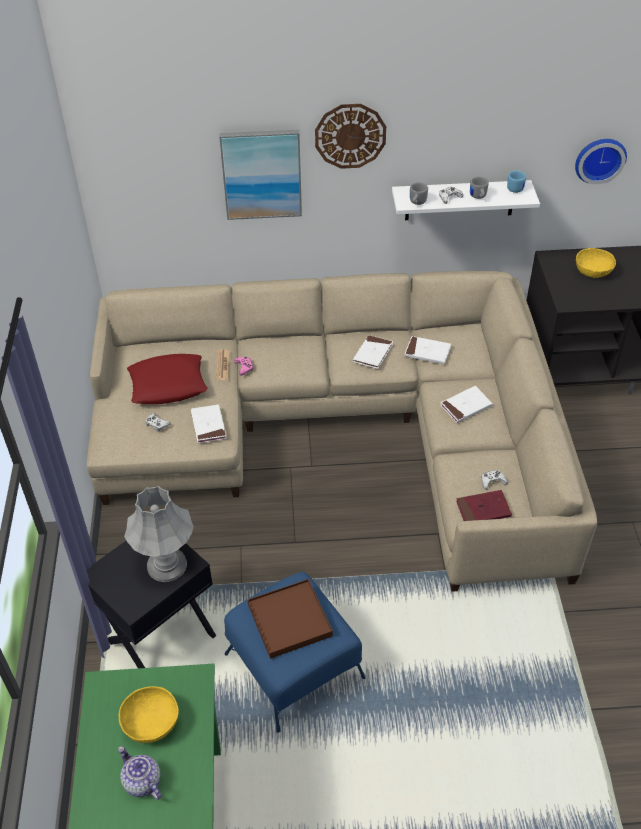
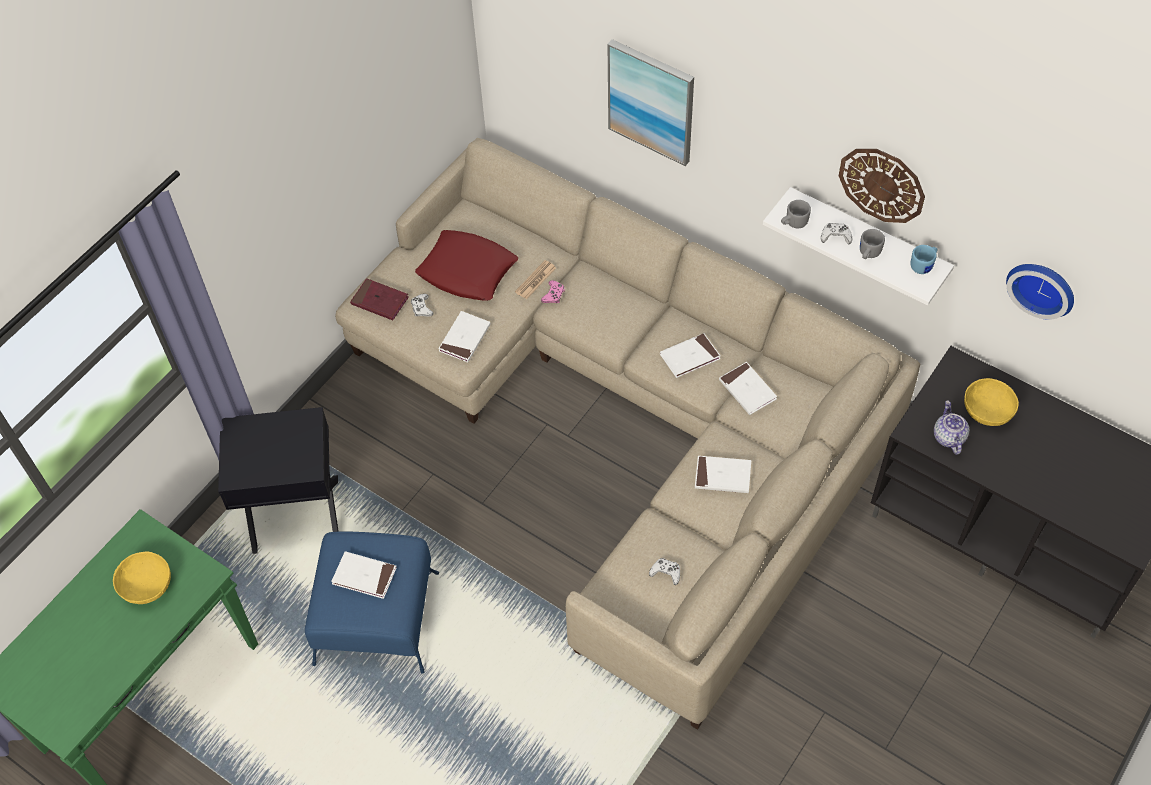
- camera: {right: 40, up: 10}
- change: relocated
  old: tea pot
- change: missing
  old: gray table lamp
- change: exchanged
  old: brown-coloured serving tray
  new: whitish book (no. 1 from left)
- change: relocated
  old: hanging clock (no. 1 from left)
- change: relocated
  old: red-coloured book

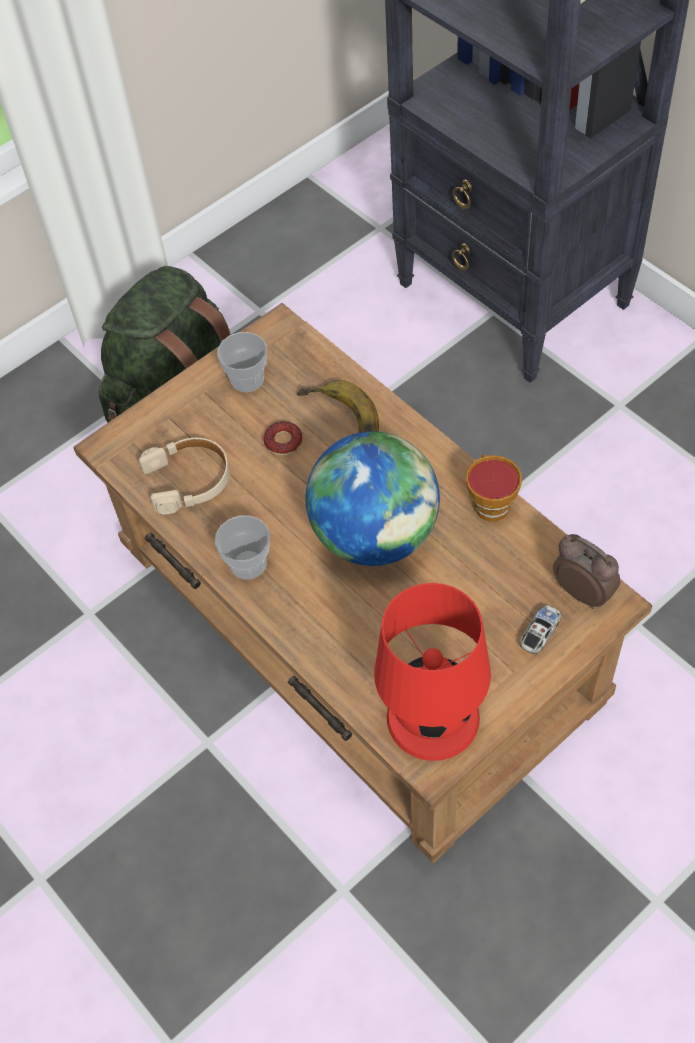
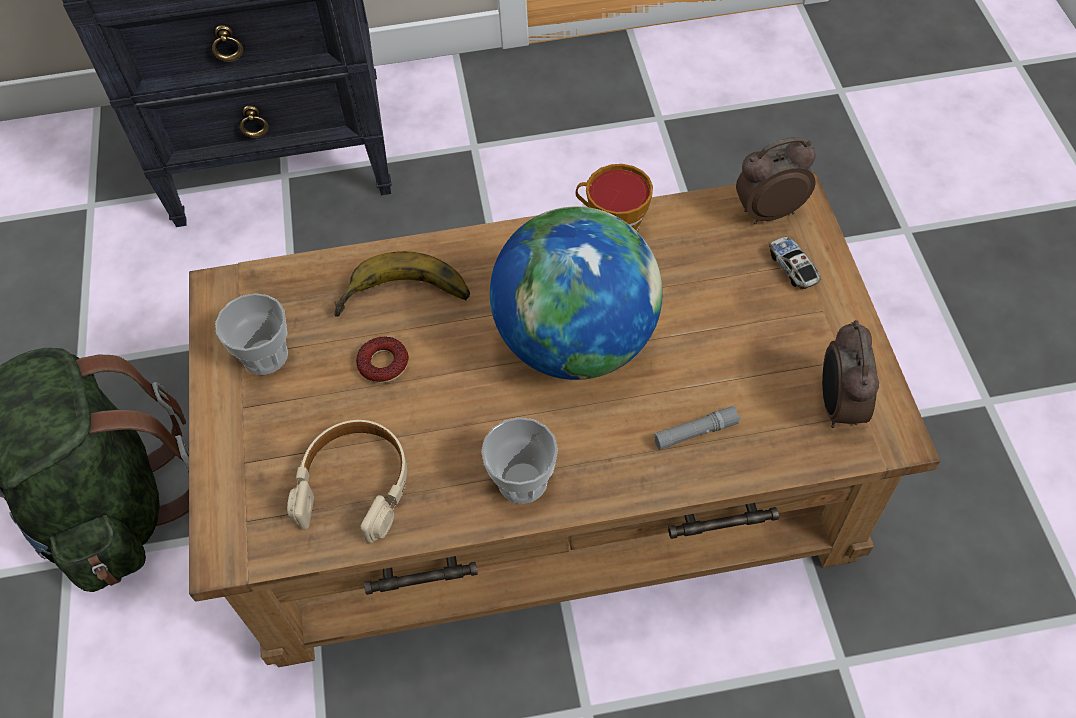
- camera: {right: -60, up: 0}
- change: exchanged
  old: red-coloured table lamp
  new: table clock (no. 2 from left)
- change: appeared
  new: gray hand torch

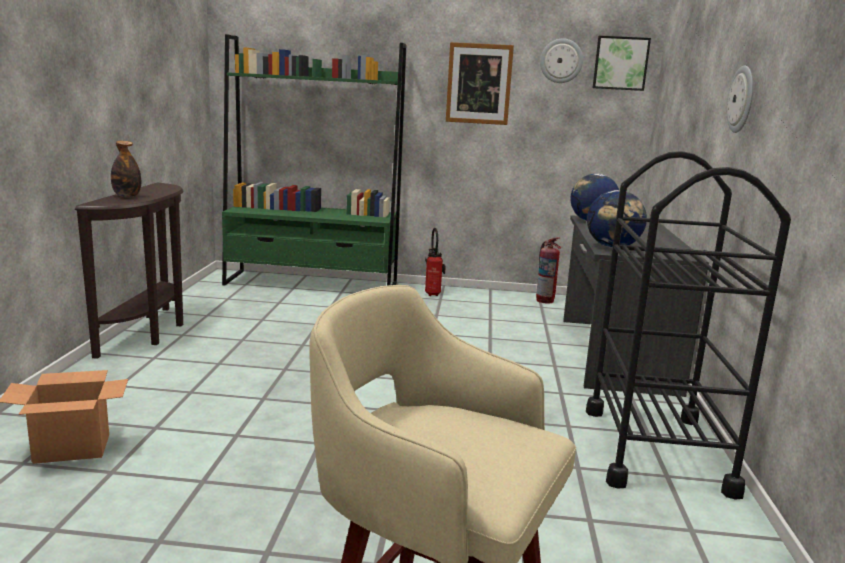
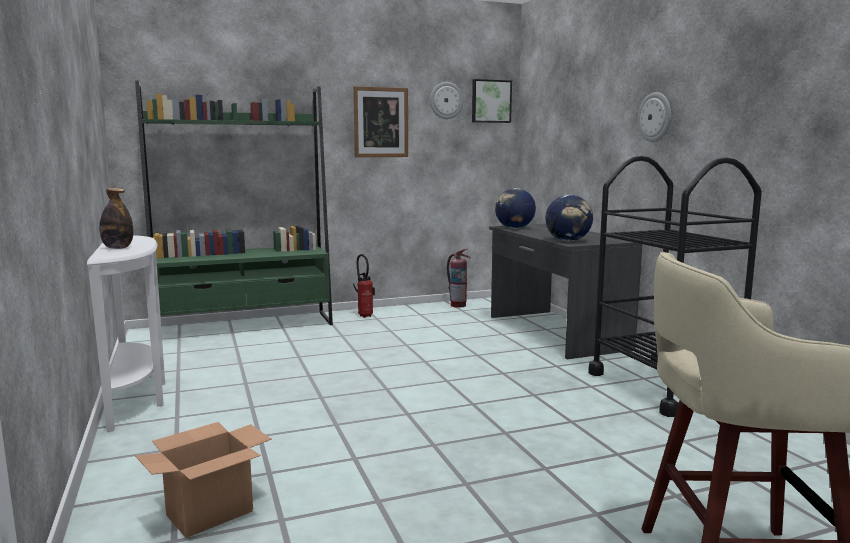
- camera: {right: -25, up: -5}
- change: colour
  old: brown-coloured narrow table
  new: whitish narrow table

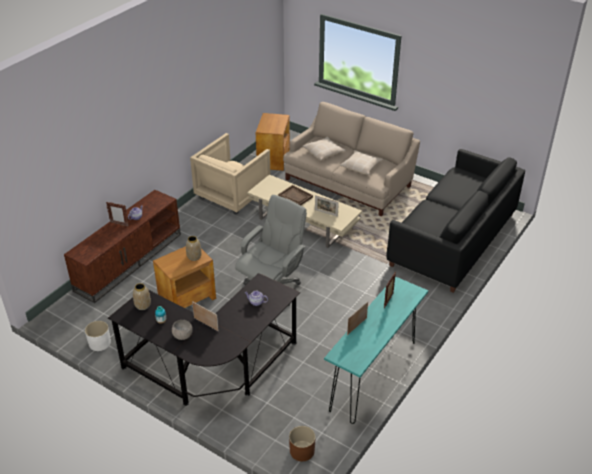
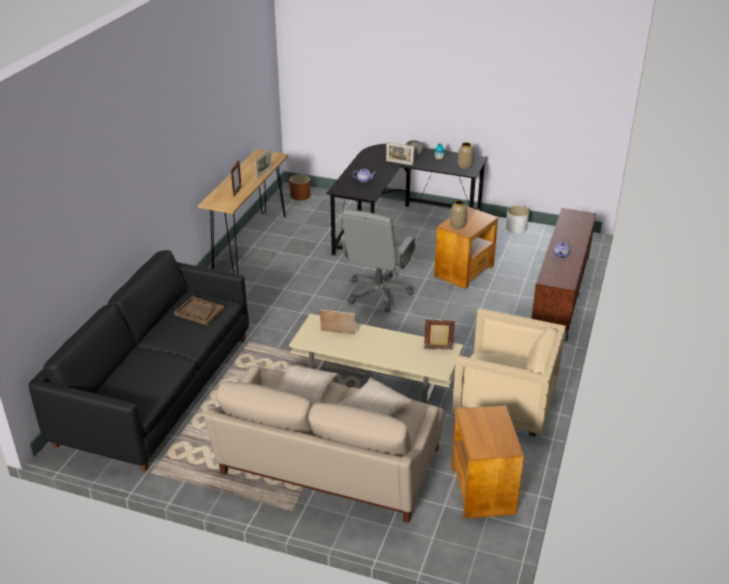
- camera: {right: 165, up: -5}
- change: relocated
  old: picture frame (no. 1 from left in the first image)
  new: picture frame (no. 5 from left)
- change: spun
  old: sand-coloured armchair
  degrees: 90
- change: relocated
  old: brown-coloured serving tray
- change: colour
  old: turquoise narrow table
  new: brown-coloured narrow table

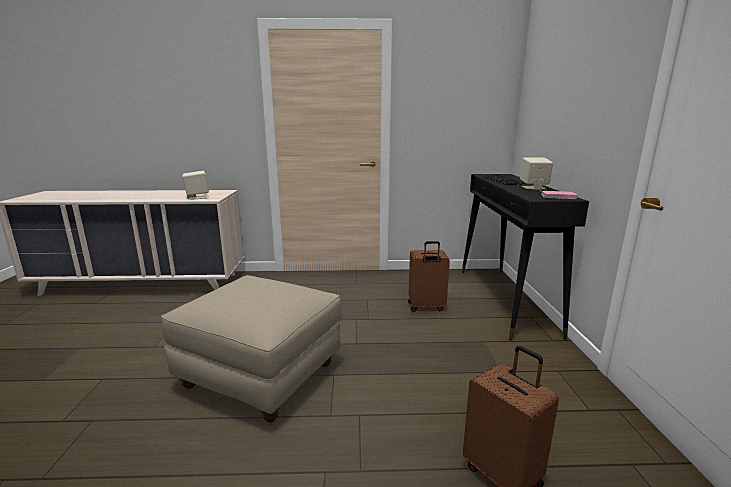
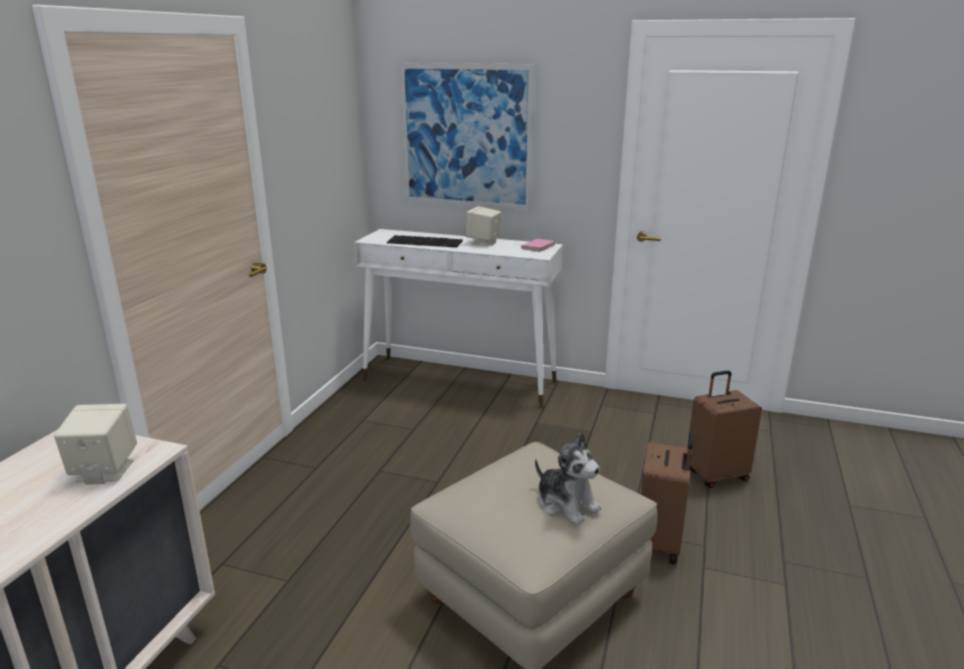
- camera: {right: -70, up: 5}
- change: relocated
  old: brown-coloured piece of luggage (no. 1 from left)
- change: colour
  old: black narrow table
  new: whitish narrow table
- change: appeared
  new: wall art
- change: appeared
  new: plush toy

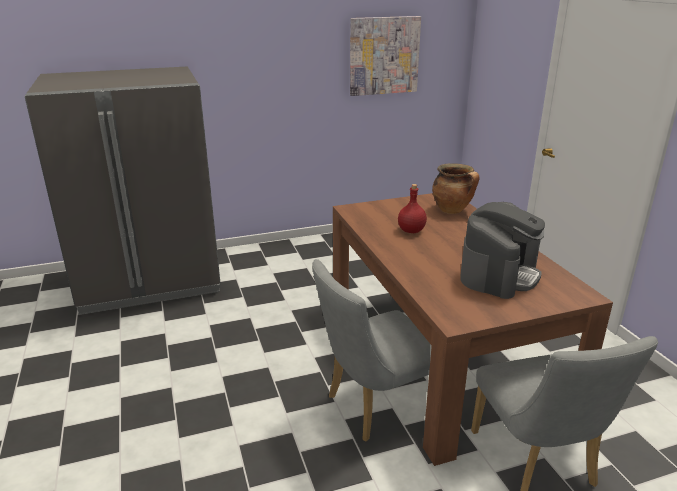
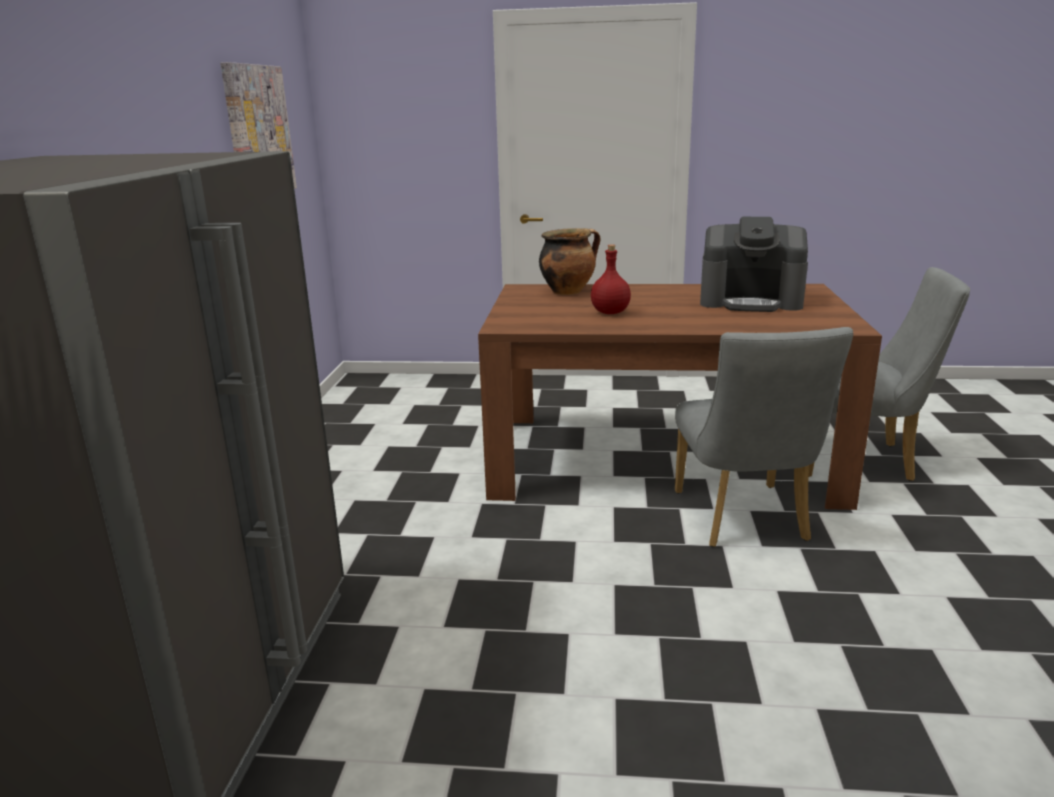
- camera: {right: -65, up: -5}
- change: spun
  old: coffee brewer
  degrees: 135

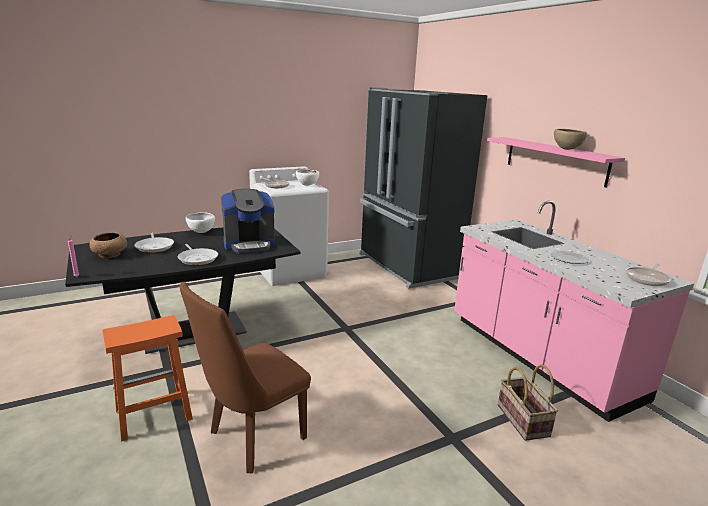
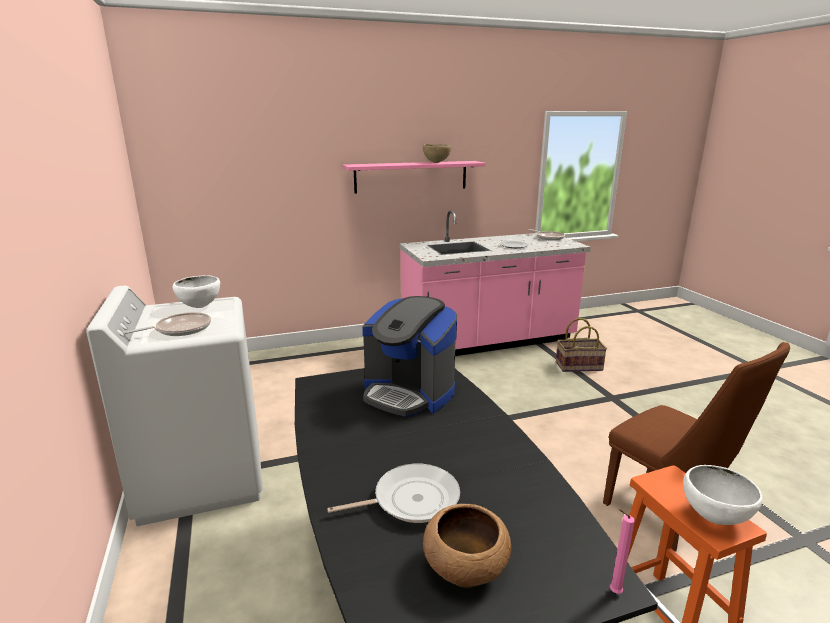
- camera: {right: -80, up: 0}
- change: missing
  old: skillet (no. 2 from left)
- change: relocated
  old: whitish deep dish (no. 1 from left in the first image)
  new: whitish deep dish (no. 2 from left)
- change: spun
  old: coffee brewer
  degrees: 135
- change: missing
  old: black fridge

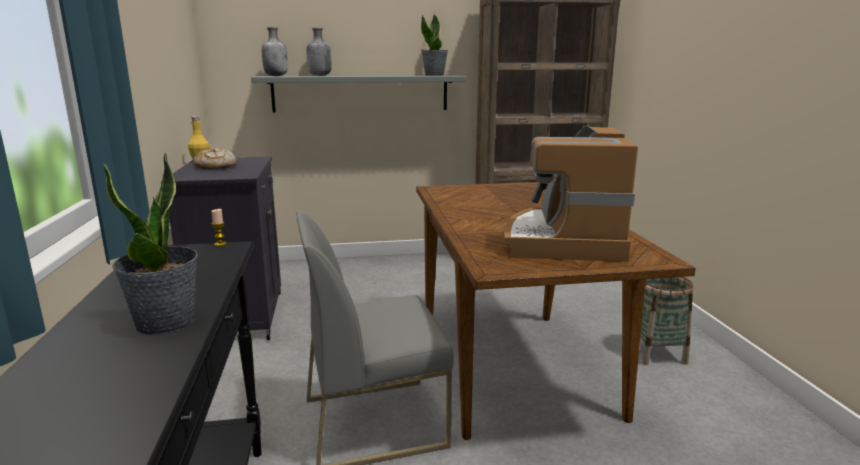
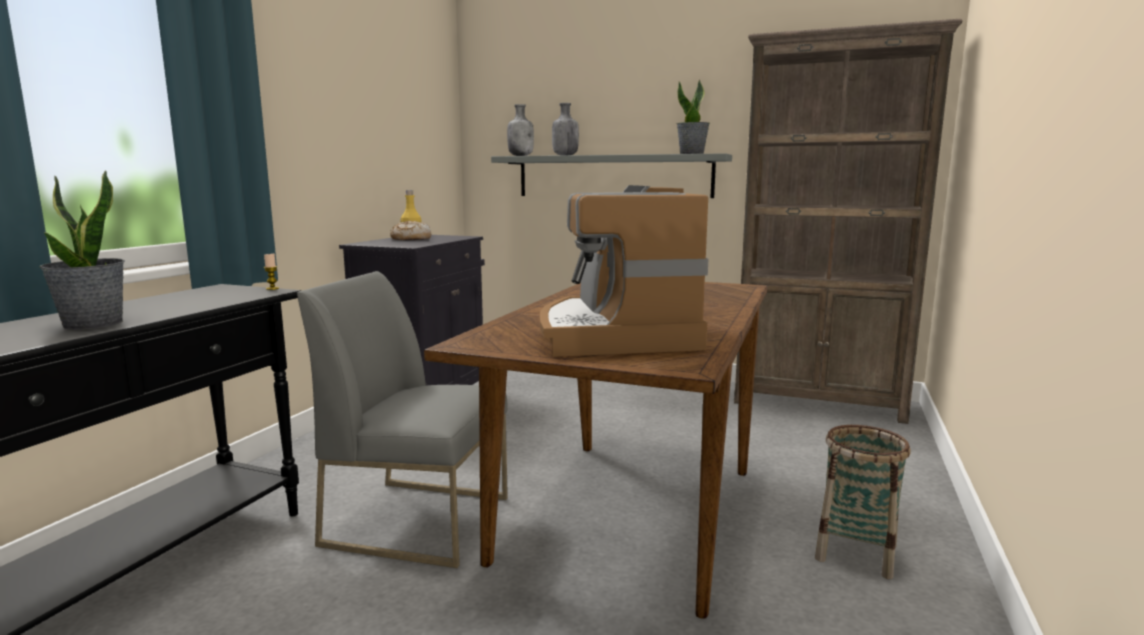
- camera: {right: 30, up: -5}
- change: spun
  old: coffee brewer
  degrees: -45

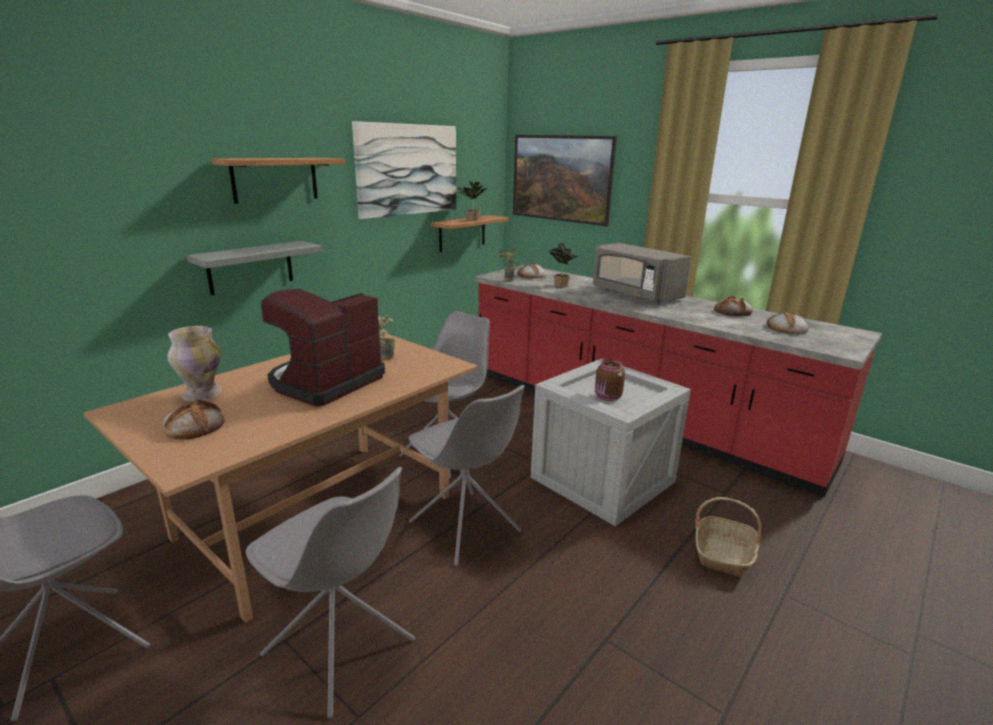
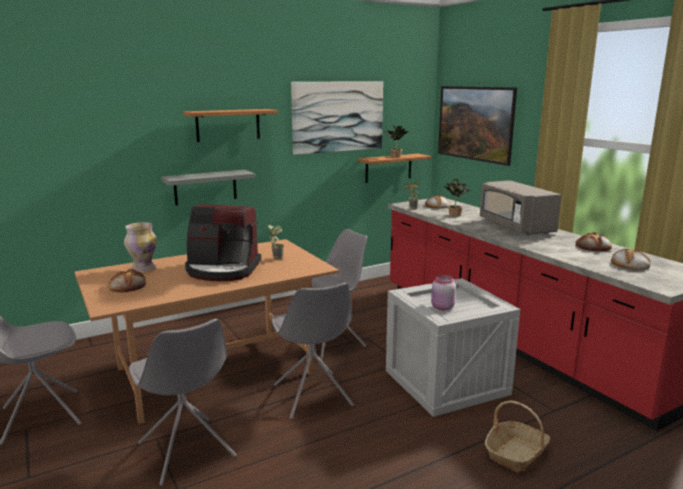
- camera: {right: 20, up: -5}
- change: spun
  old: coffee brewer
  degrees: -135
- change: colour
  old: brown-coloured storage jar
  new: pink storage jar

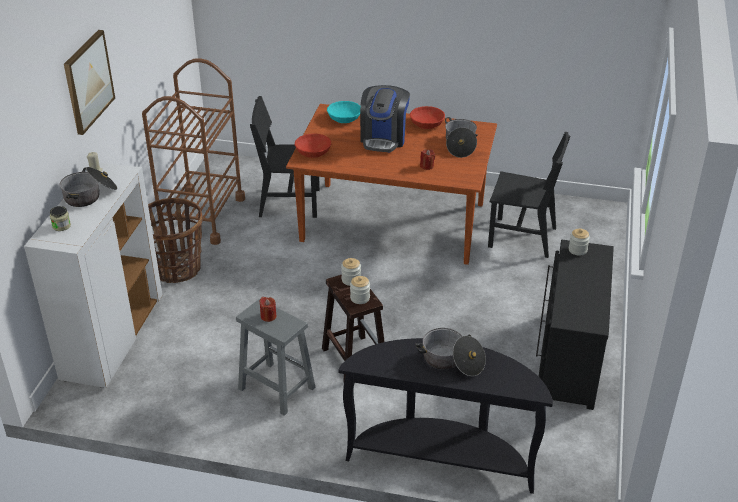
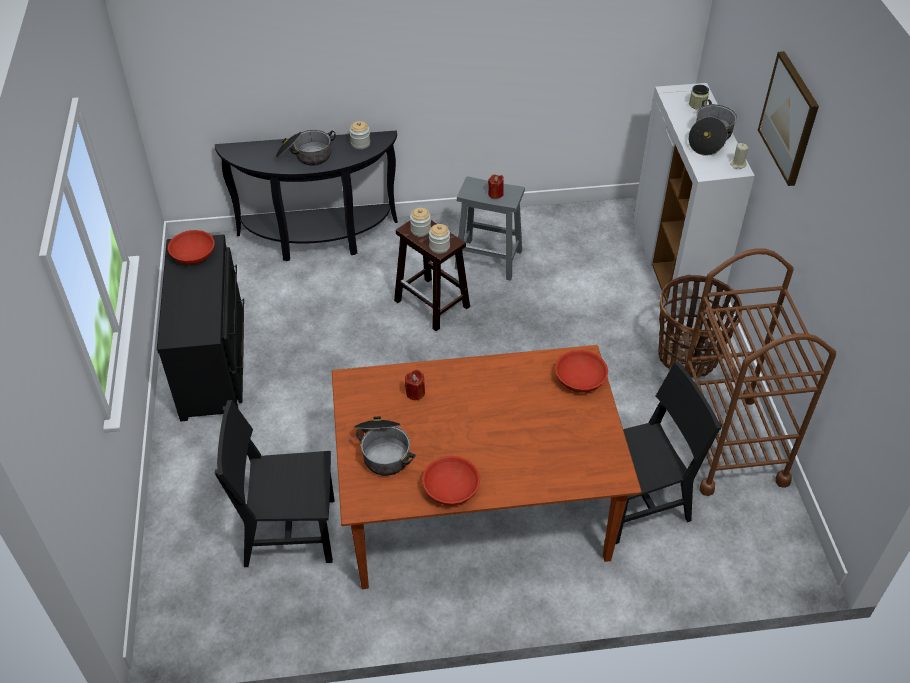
- camera: {right: 160, up: 10}
- change: missing
  old: turquoise deep dish
- change: missing
  old: coffee brewer
- change: relocated
  old: storage jar (no. 4 from left in the first image)
  new: storage jar (no. 1 from left)
- change: appeared
  new: red-coloured deep dish (no. 1 from left)

